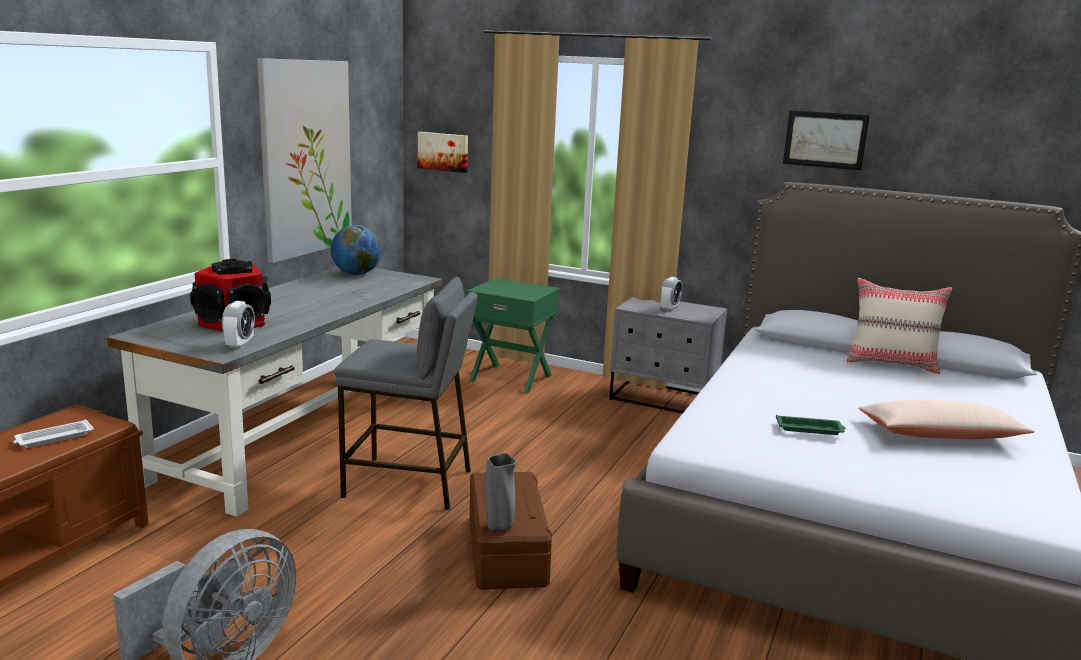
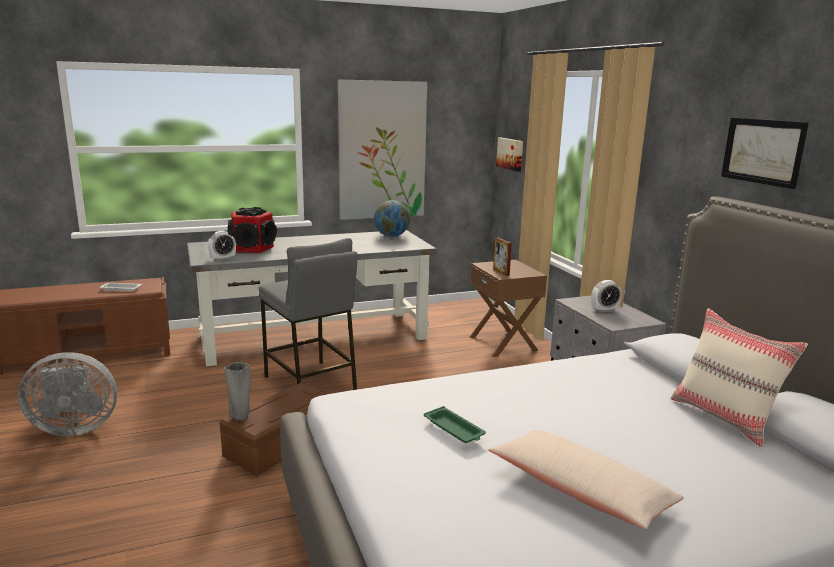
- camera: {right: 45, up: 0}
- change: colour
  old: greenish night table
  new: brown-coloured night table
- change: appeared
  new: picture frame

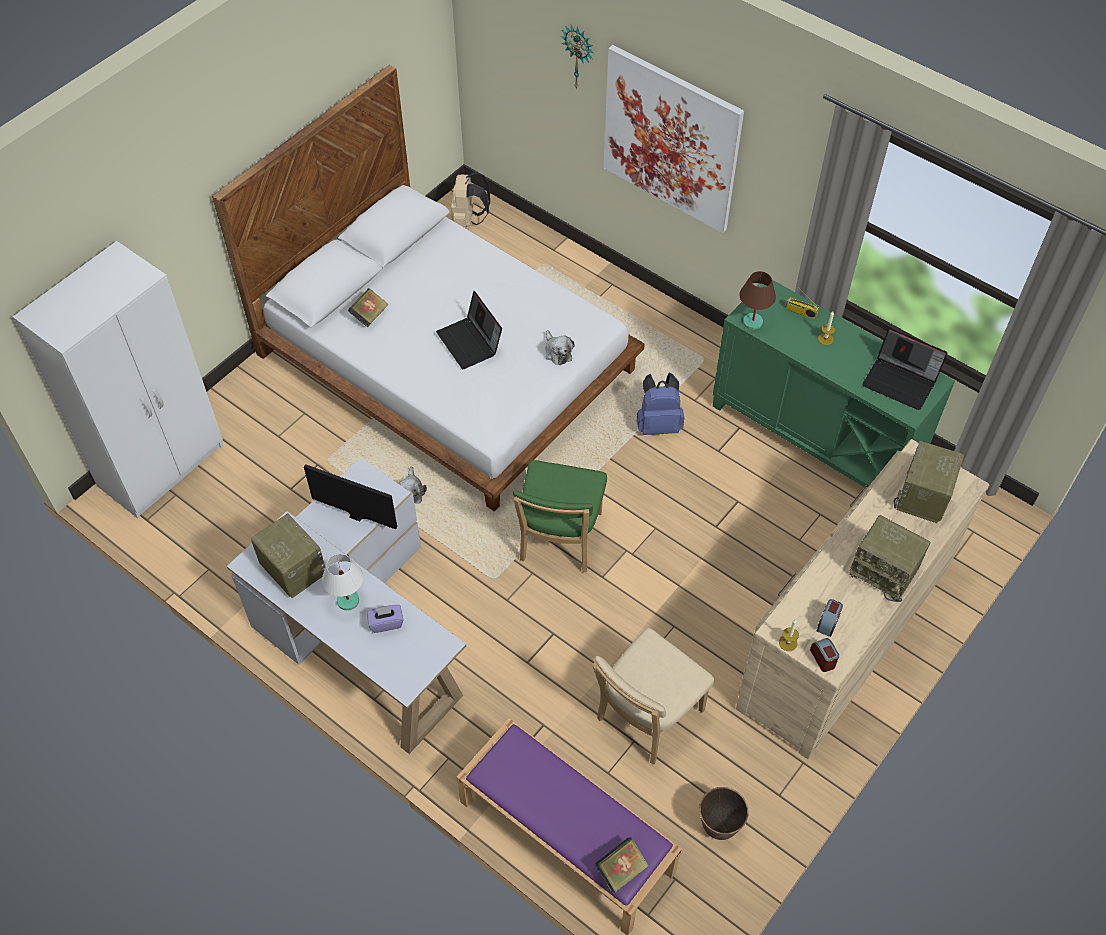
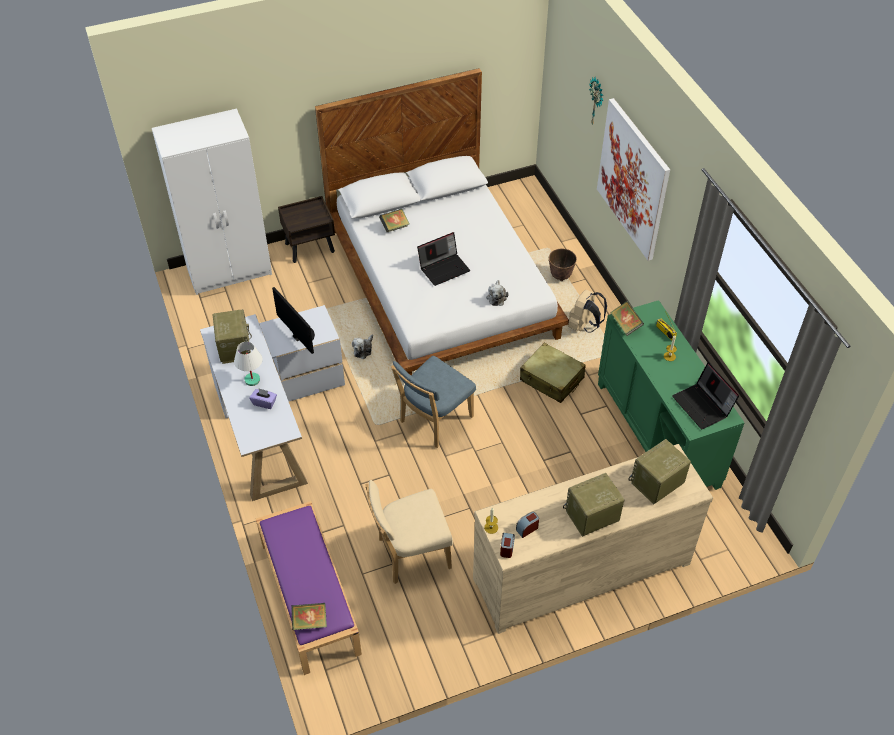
- camera: {right: 30, up: -5}
- change: spun
  old: portable computer (no. 1 from left)
  degrees: -120
- change: relocated
  old: sand-coloured rucksack
- change: colour
  old: greenish upright chair
  new: bluish upright chair
- change: exchanged
  old: bluish rucksack
  new: sand-coloured piece of luggage
- change: relocated
  old: flower pot
- change: exchanged
  old: brown-coloured table lamp
  new: book (no. 3 from left)
- change: spun
  old: radio receiver (no. 3 from left in the first image)
  degrees: 90
- change: appeared
  new: brown-coloured night table

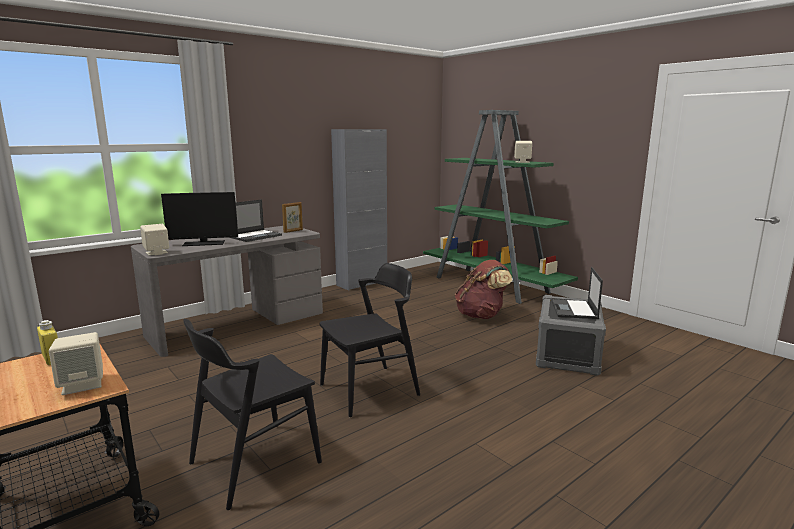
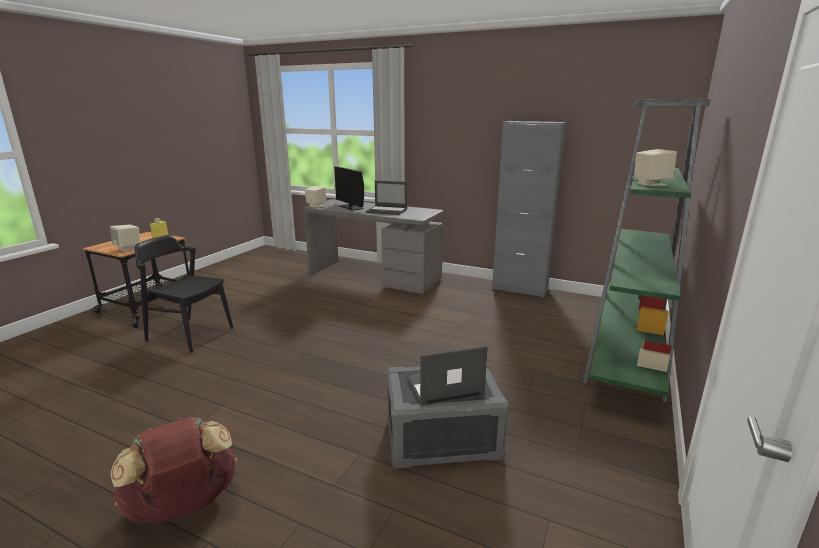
- camera: {right: 65, up: 5}
- change: missing
  old: picture frame
- change: missing
  old: black upright chair (no. 2 from left)
- change: relocated
  old: brown-coloured rucksack

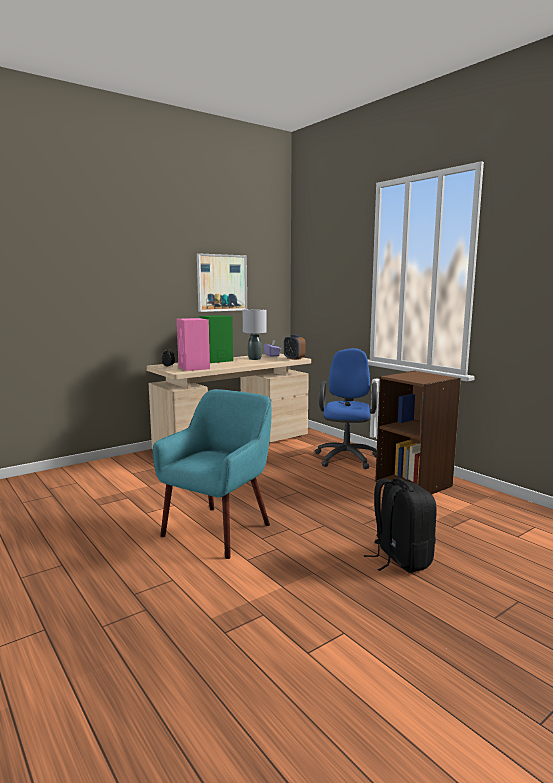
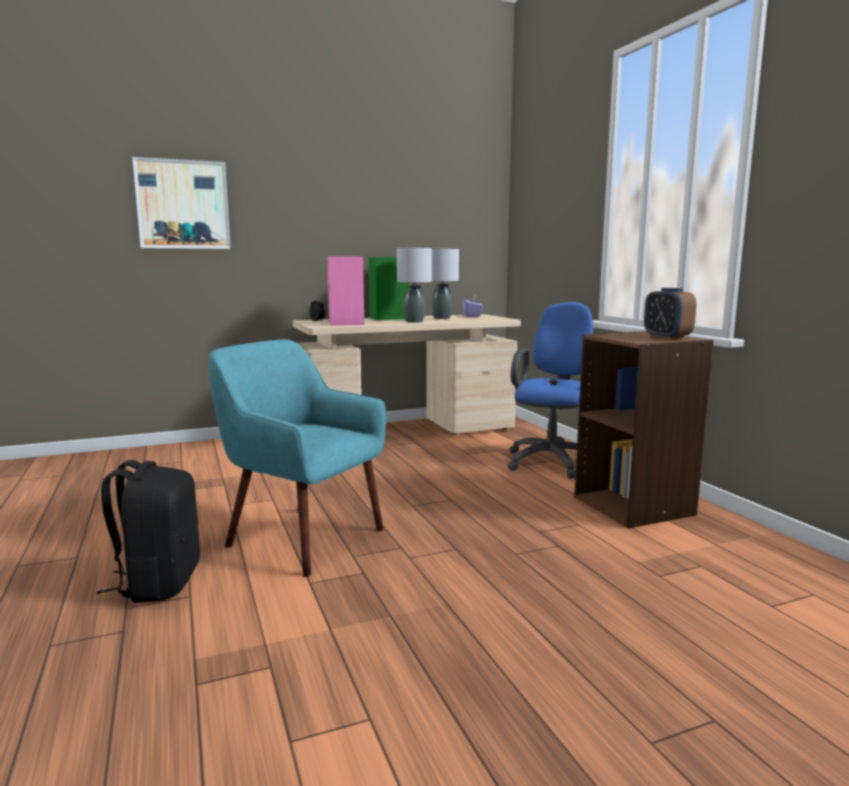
- camera: {right: 15, up: 0}
- change: spun
  old: turquoise armchair
  degrees: -105
- change: relocated
  old: wall art
- change: relocated
  old: table clock (no. 2 from left)
- change: relocated
  old: black rucksack
- change: appeared
  new: gray table lamp (no. 1 from left)

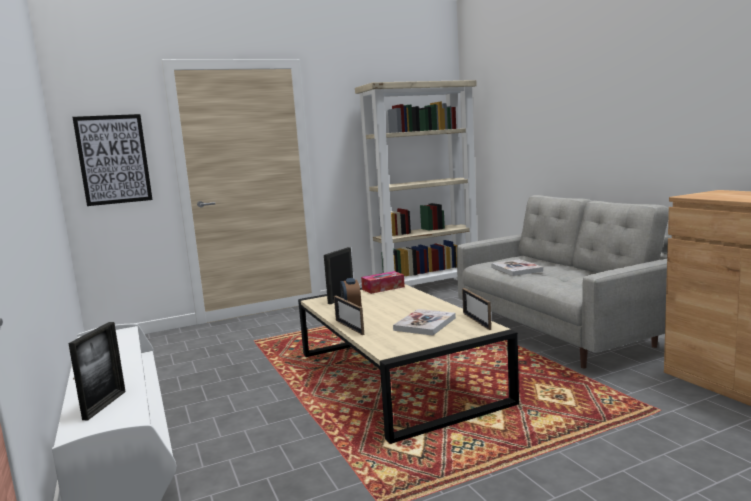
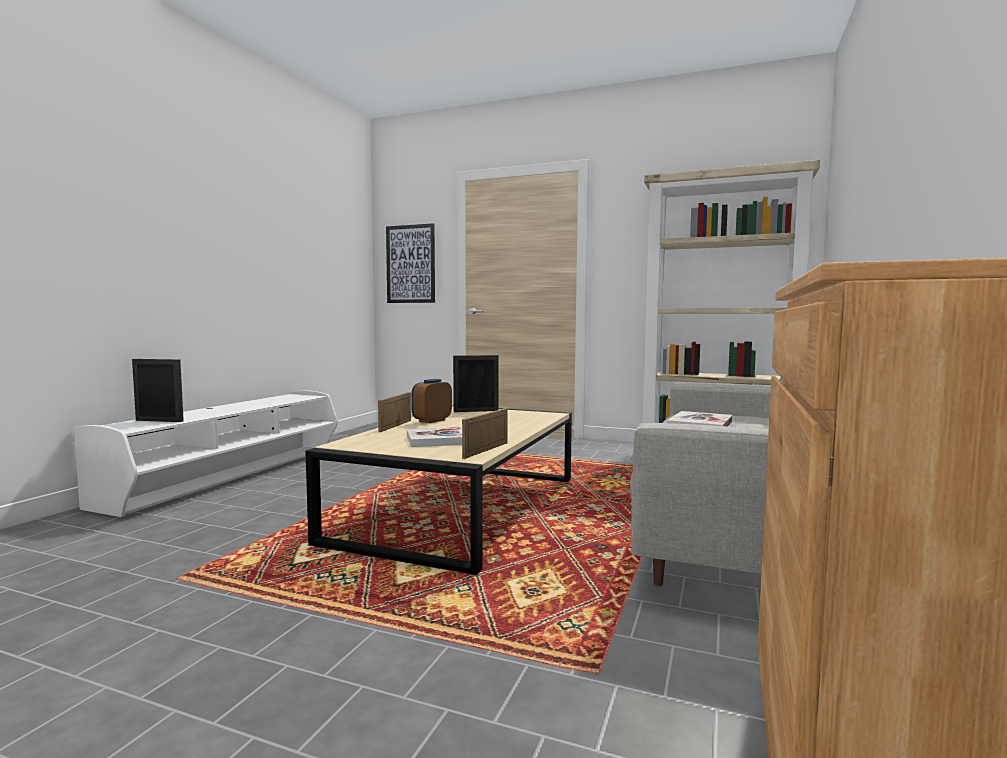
- camera: {right: 45, up: -5}
- change: spun
  old: picture frame (no. 1 from left)
  degrees: -135
- change: missing
  old: box of tissues

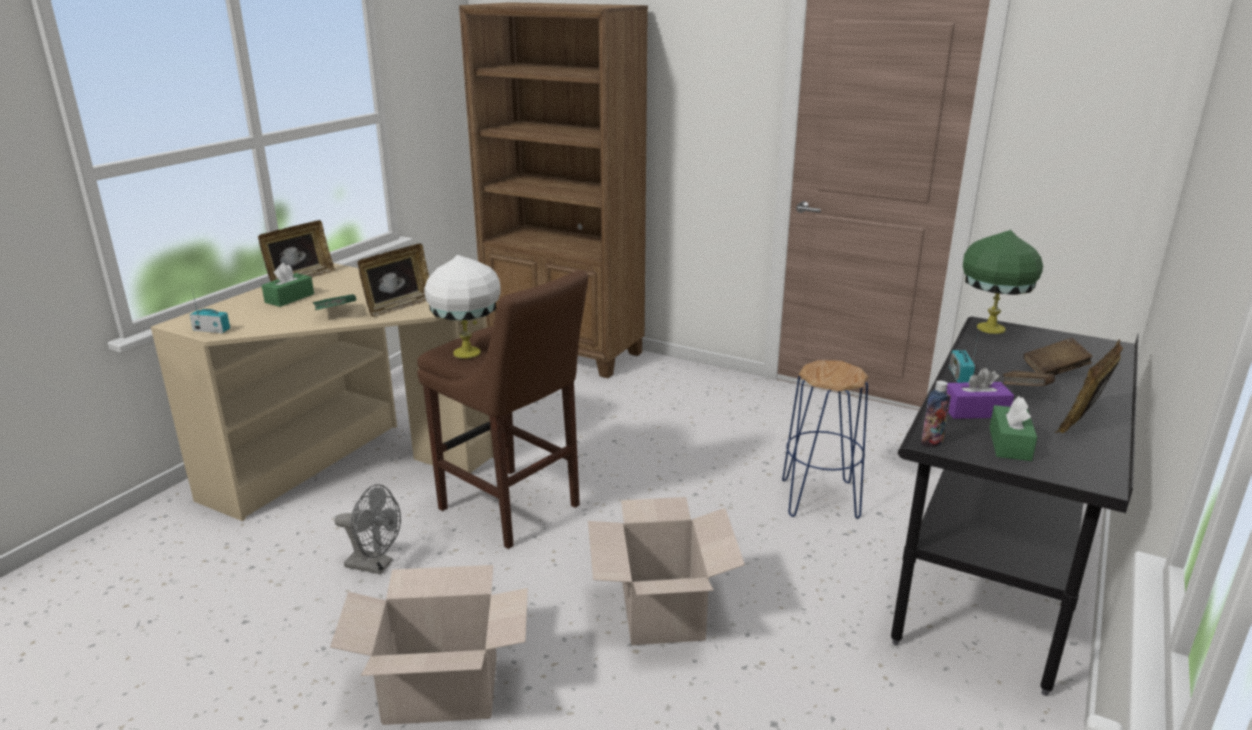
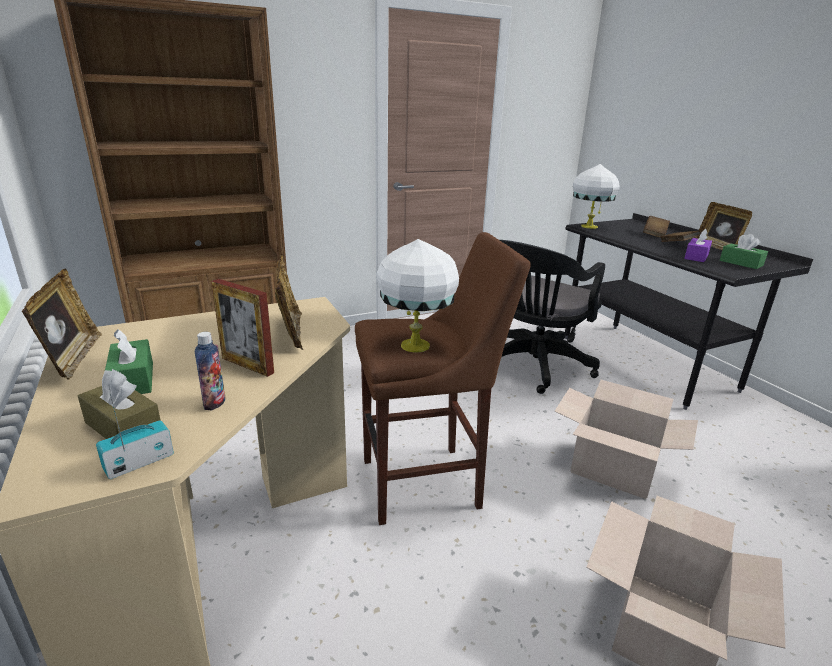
- camera: {right: -55, up: 0}
- change: exchanged
  old: greenish book
  new: picture frame (no. 2 from left)
- change: missing
  old: gray electric fan
- change: exchanged
  old: bluish sitting stool
  new: black office chair
- change: relocated
  old: bottle
- change: missing
  old: radio receiver (no. 2 from left)
- change: colour
  old: greenish table lamp
  new: whitish table lamp (no. 2 from left)
- change: appeared
  new: brown-coloured box of tissues

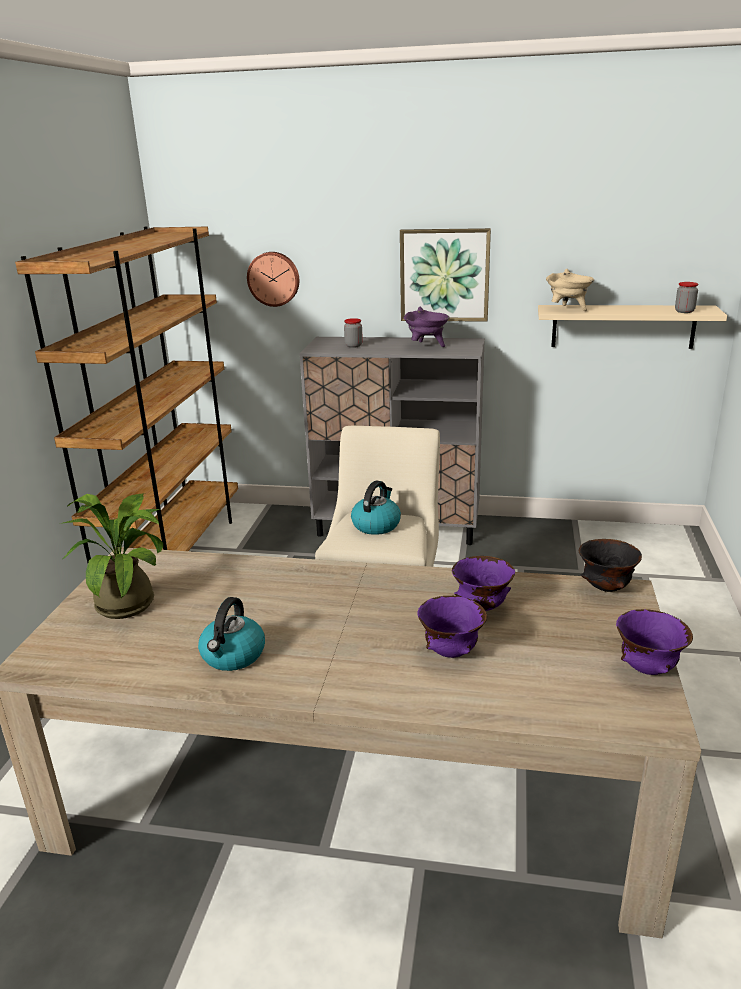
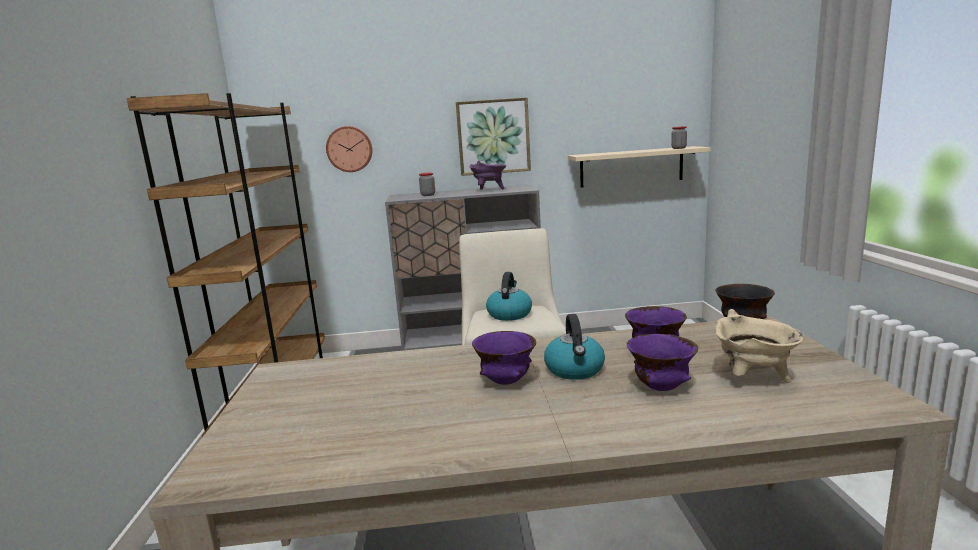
- camera: {right: -15, up: -10}
- change: missing
  old: houseplant
- change: relocated
  old: kettle (no. 1 from left in the first image)
  new: kettle (no. 2 from left)
- change: relocated
  old: sand-coloured saucepot
- change: relocated
  old: purplish deep dish (no. 3 from left in the first image)
  new: purplish deep dish (no. 1 from left)

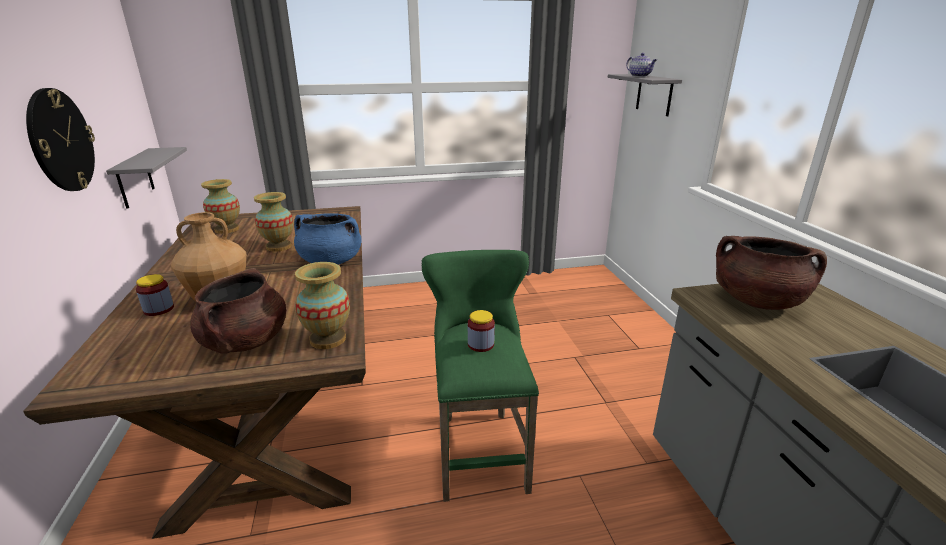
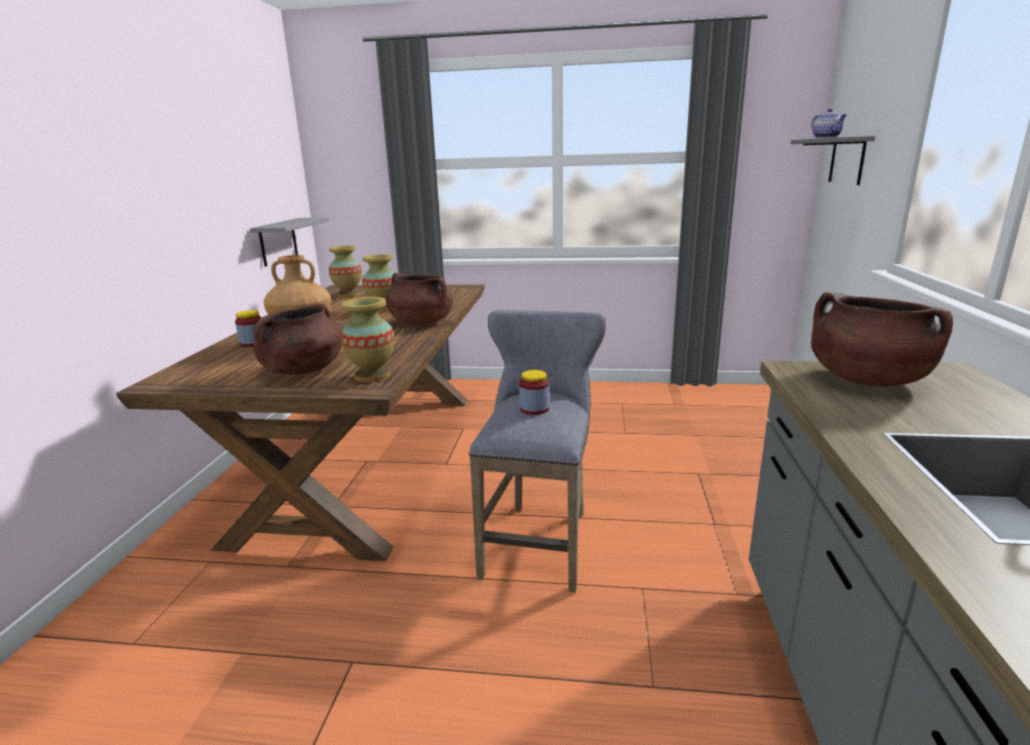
- camera: {right: 20, up: -5}
- change: missing
  old: hanging clock
- change: colour
  old: bluish saucepot
  new: brown-coloured saucepot (no. 2 from left)
- change: colour
  old: greenish sitting stool
  new: gray sitting stool

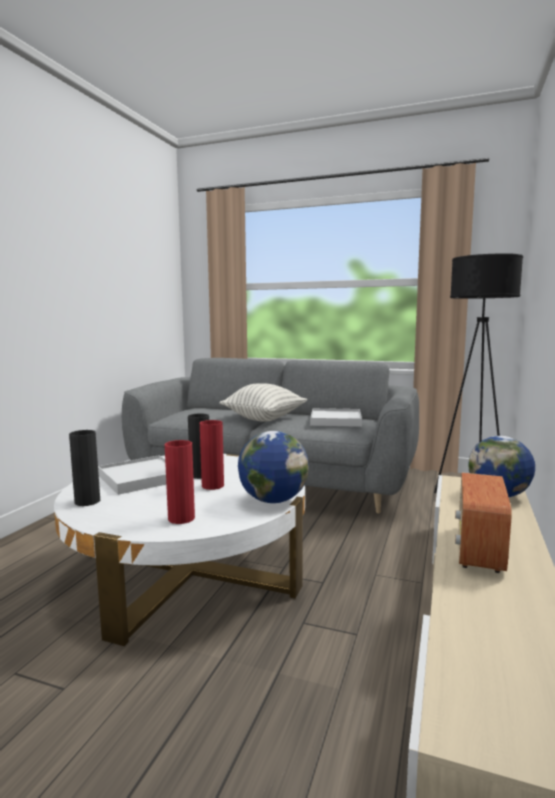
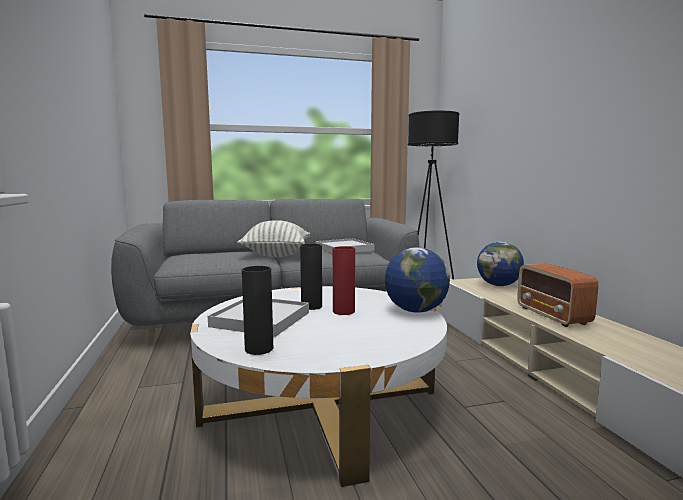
- camera: {right: -35, up: 0}
- change: missing
  old: red-coloured flower vase (no. 1 from left)

